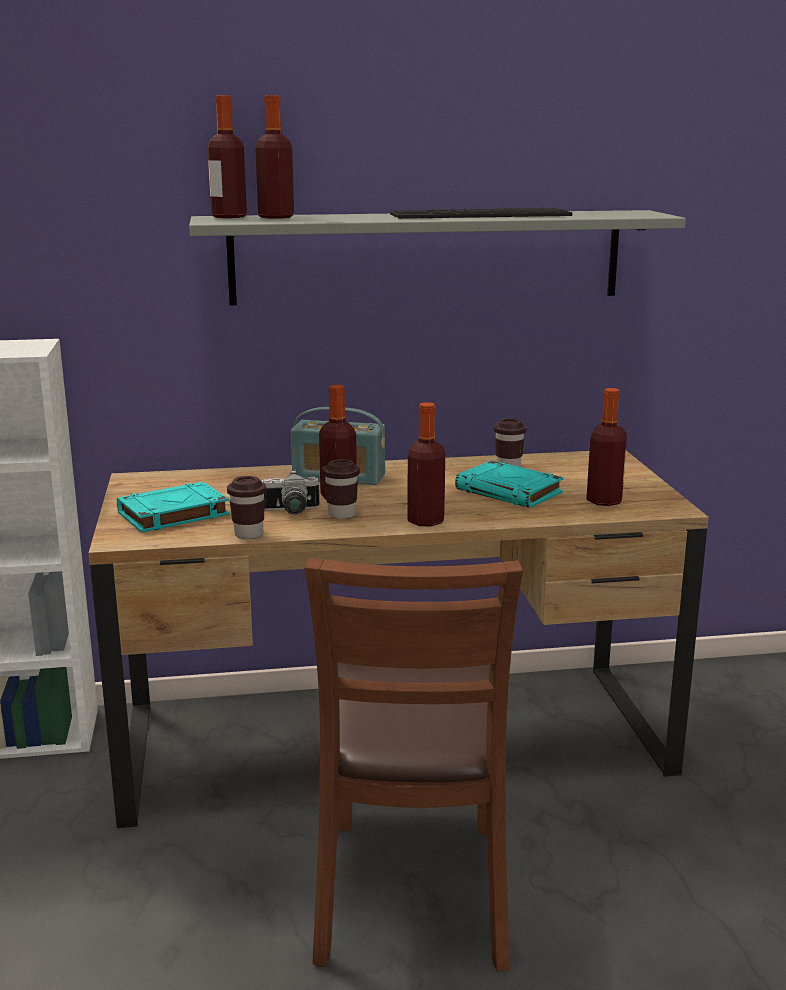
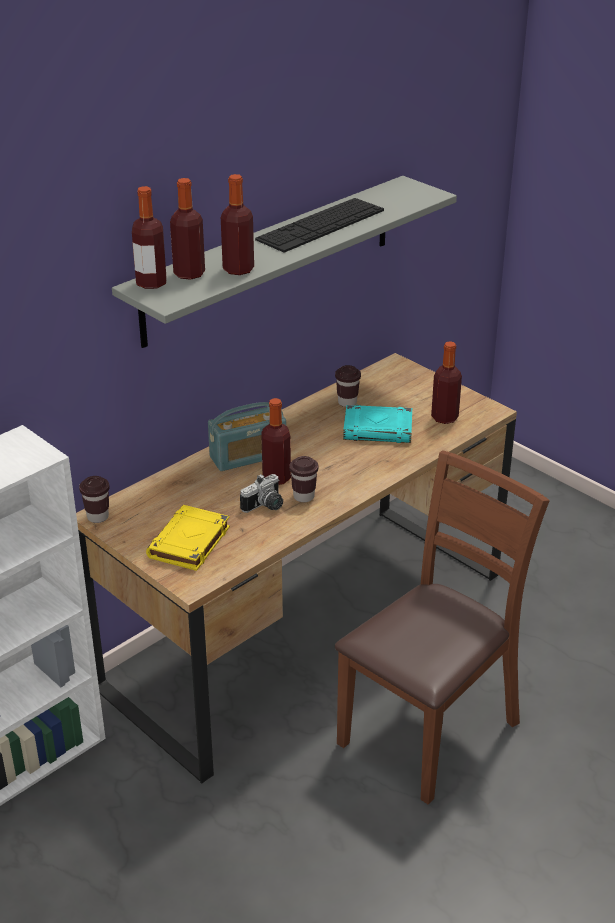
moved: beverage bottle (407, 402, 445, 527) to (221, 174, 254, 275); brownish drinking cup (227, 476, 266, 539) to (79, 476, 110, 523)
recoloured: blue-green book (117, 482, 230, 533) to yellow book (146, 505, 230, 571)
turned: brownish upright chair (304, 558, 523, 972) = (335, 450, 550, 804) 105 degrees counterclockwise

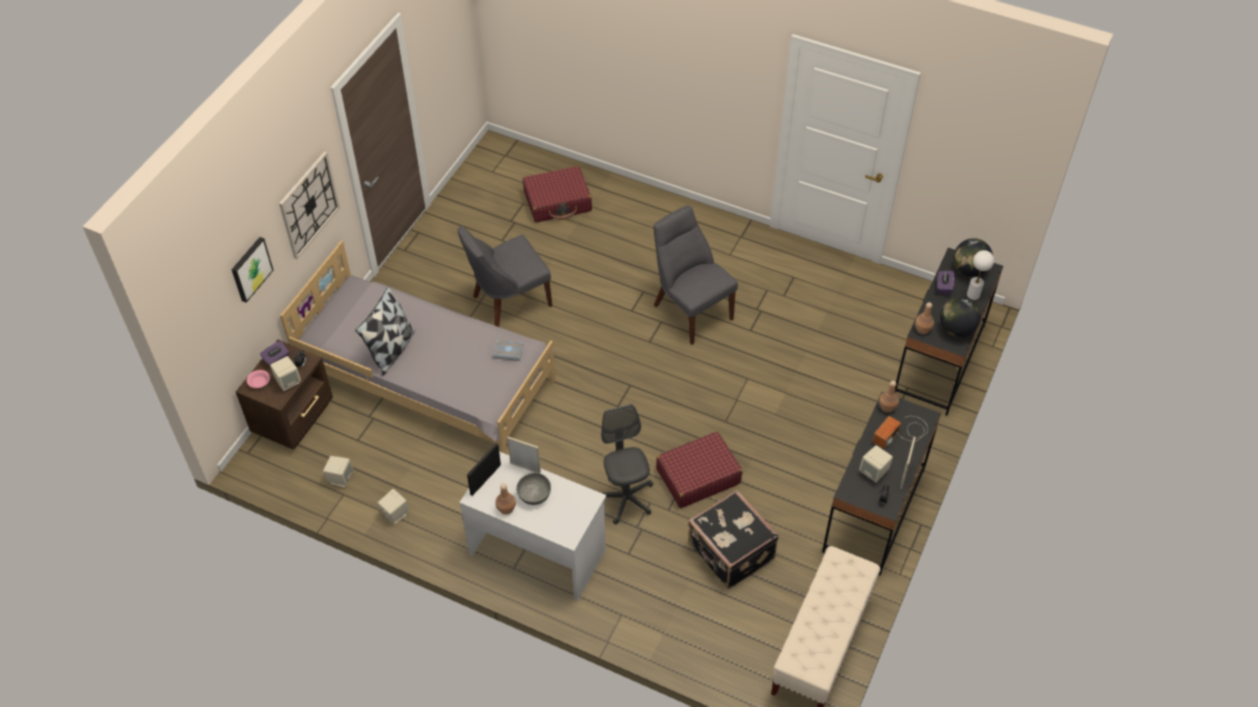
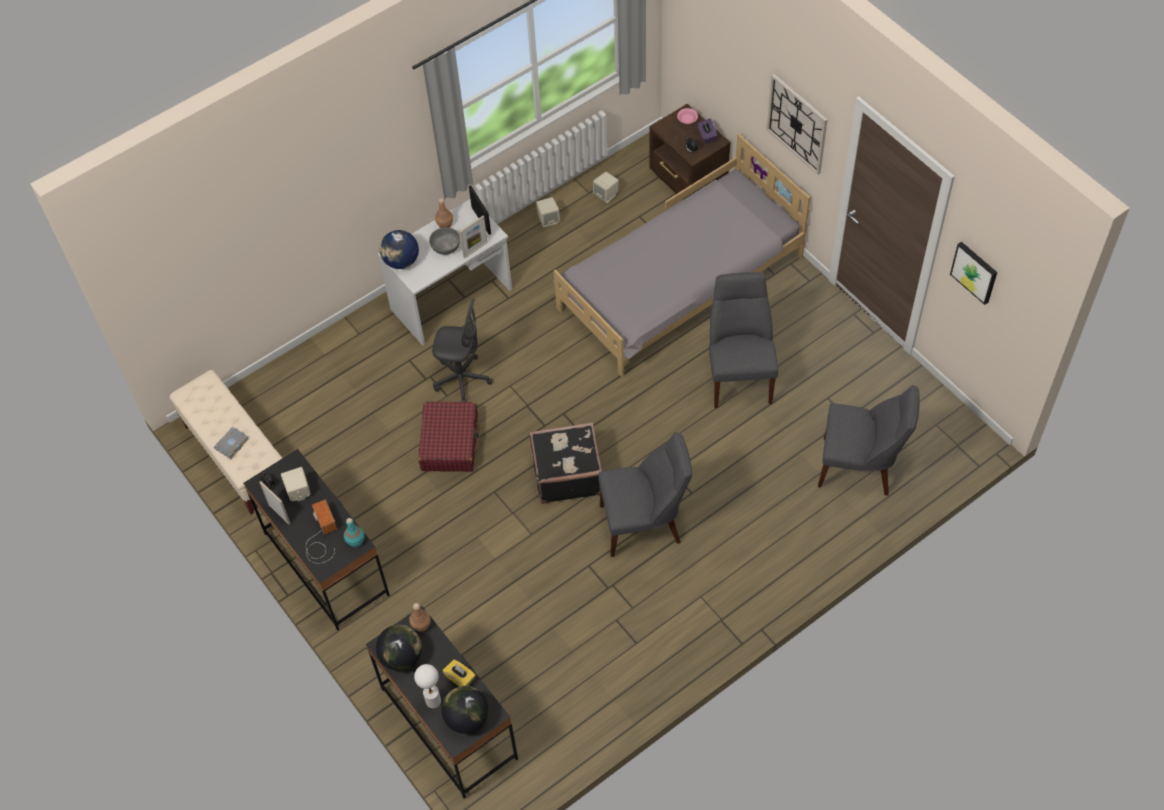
removed: cushion (355, 286, 415, 376); beige-coloured loudspeaker (270, 356, 301, 391)
added: world globe (380, 230, 419, 269)
moved: picture (231, 237, 274, 303) to (950, 242, 997, 305); greyish book (493, 340, 524, 361) to (214, 427, 249, 459); black-coloured travel case (688, 490, 779, 589) to (529, 422, 602, 504)
replaced: reddish travel case (523, 166, 592, 223) to greyish upright chair (818, 385, 919, 495)
recoloured: purple-coloured tissue box (937, 271, 954, 295) to yellow tissue box (443, 659, 476, 687); brownish beverage bottle (879, 381, 899, 412) to blue-green beverage bottle (344, 518, 365, 547)

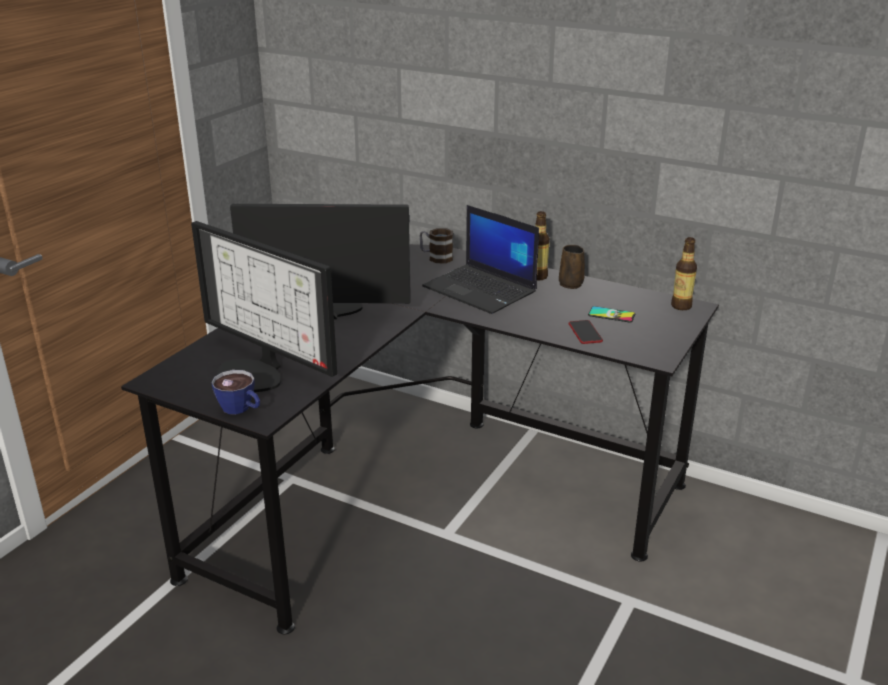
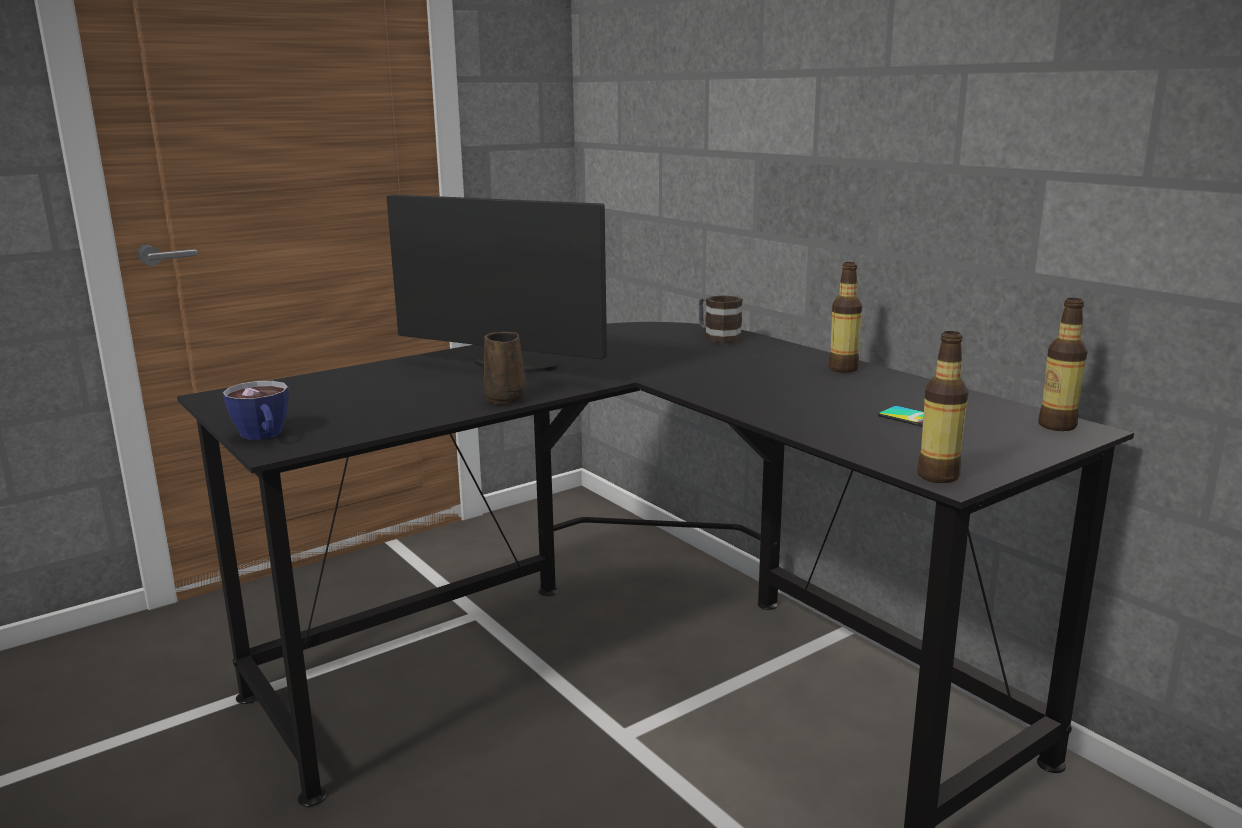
removed: notebook computer (422, 205, 539, 314); computer screen (191, 221, 337, 392); telephone (569, 320, 603, 344)
added: beverage bottle (917, 331, 968, 483)
moved: brownish tea mug (559, 245, 585, 289) to (484, 332, 526, 405)

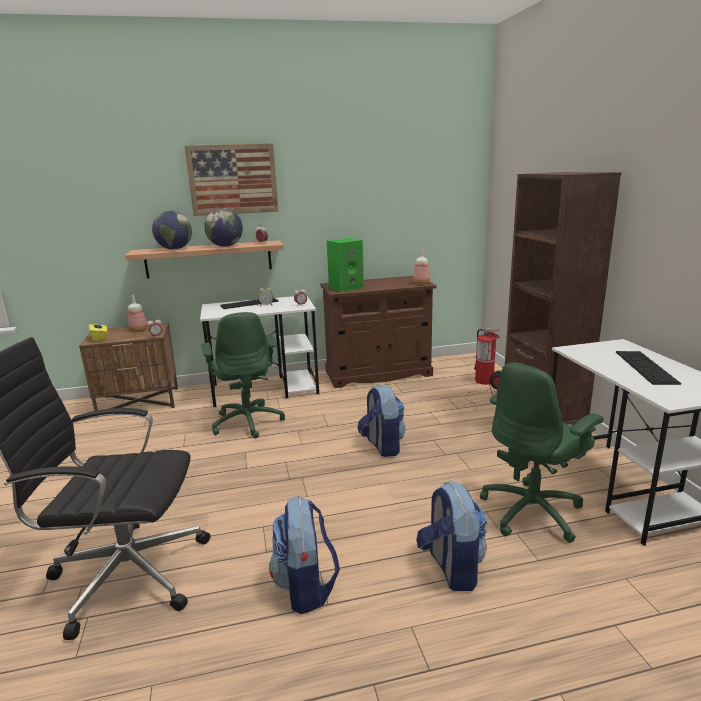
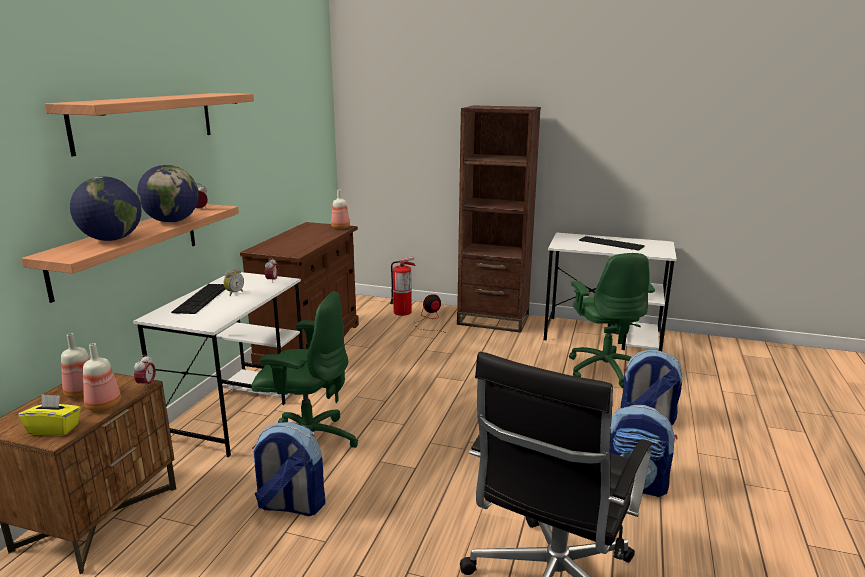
removed: green-coloured loudspeaker (327, 238, 364, 292)
added: beverage bottle (83, 343, 121, 411)
moved: knapsack (357, 384, 405, 457) to (252, 422, 325, 516)
replaced: picture (184, 143, 279, 216) to bracket shelf (45, 93, 254, 156)

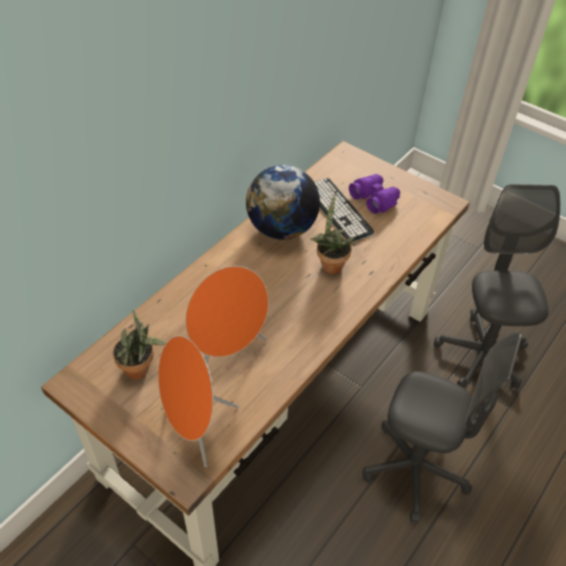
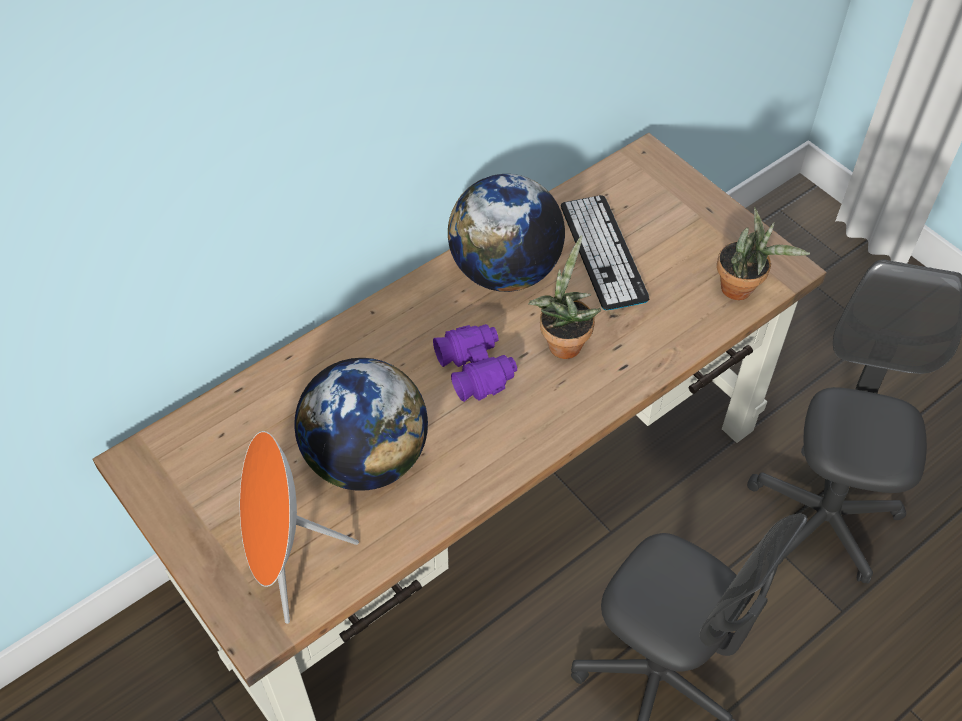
moved: purple-coloured field glasses (349, 174, 400, 214) to (433, 324, 517, 402); houseplant (113, 310, 167, 379) to (717, 207, 810, 300)
replaced: orange-coloured loudspeaker (185, 266, 269, 363) to world globe (294, 358, 428, 491)

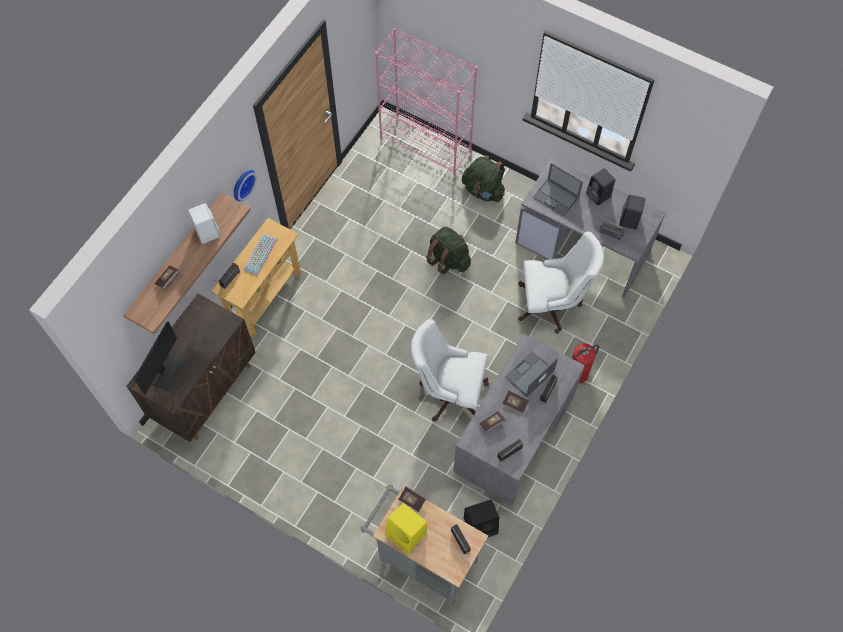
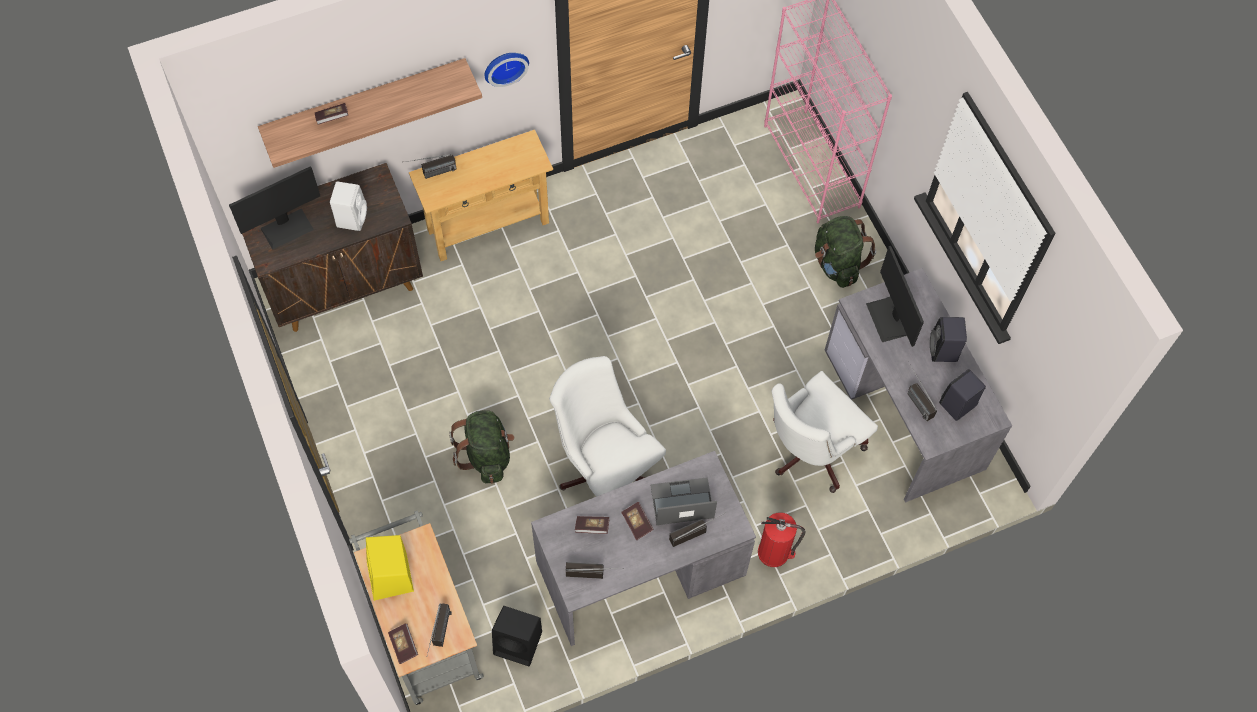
removed: PC keyboard (243, 233, 277, 276)
moved: white loudspeaker (188, 203, 220, 244) to (330, 181, 367, 231); green-coloured knapsack (426, 226, 471, 274) to (449, 410, 514, 484); book (398, 487, 426, 512) to (388, 624, 418, 664)
replaced: notebook computer (533, 163, 583, 216) to computer screen (866, 246, 924, 347)
turned: white office chair (518, 232, 604, 334) = (771, 371, 878, 493) 105 degrees clockwise

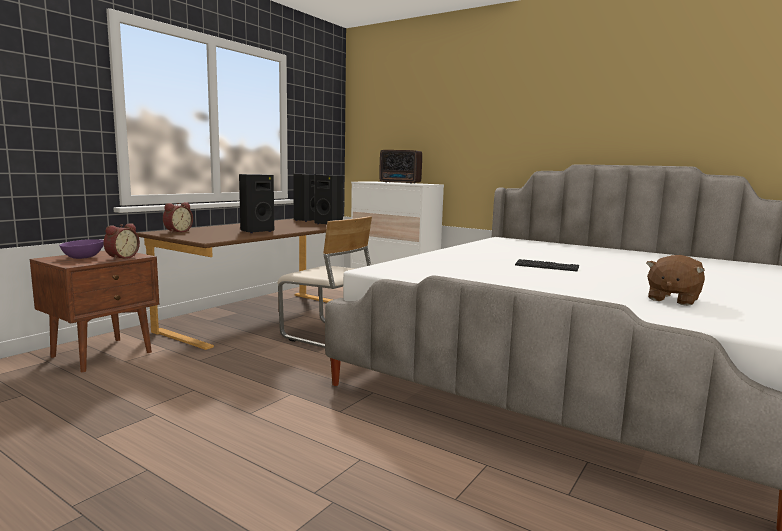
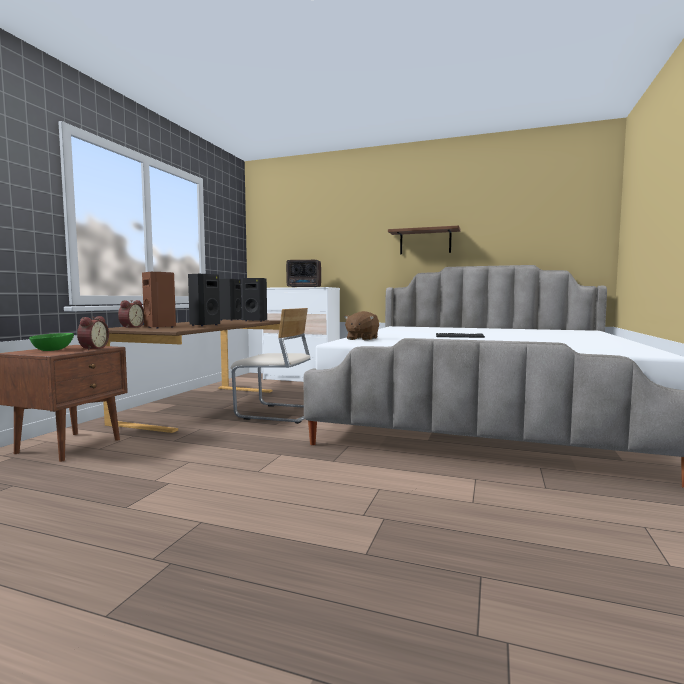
added: brownish bracket shelf (388, 226, 461, 254); brownish loudspeaker (142, 272, 176, 328)
moved: brownish soft toy (646, 255, 705, 306) to (344, 311, 379, 341)
recoloured: purple-coloured deep dish (59, 239, 104, 259) to green-coloured deep dish (29, 333, 74, 351)

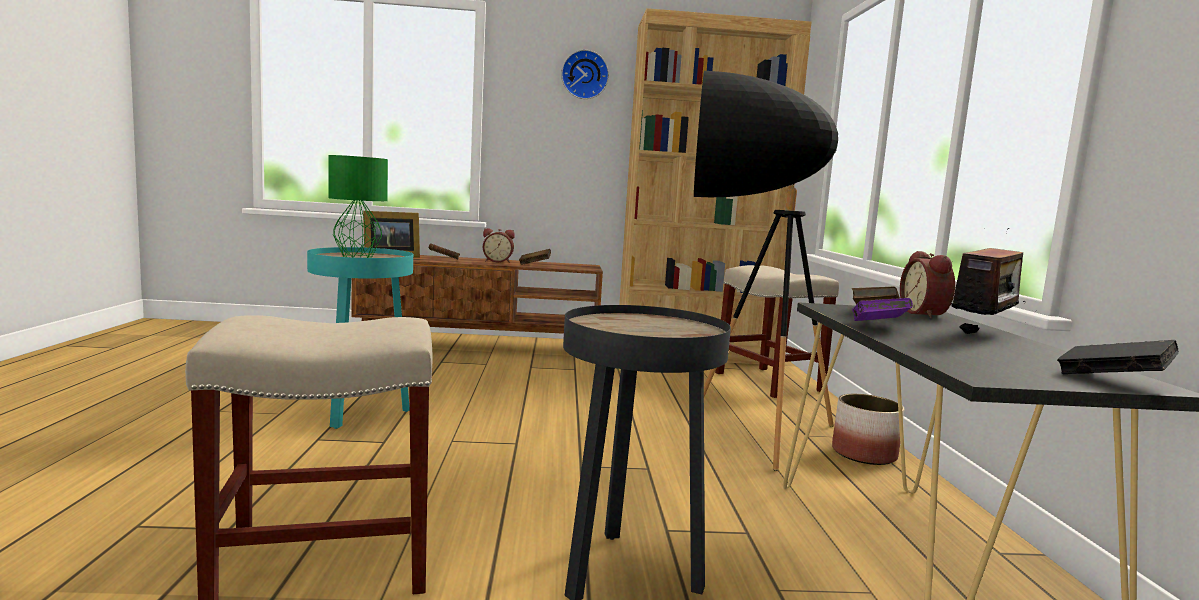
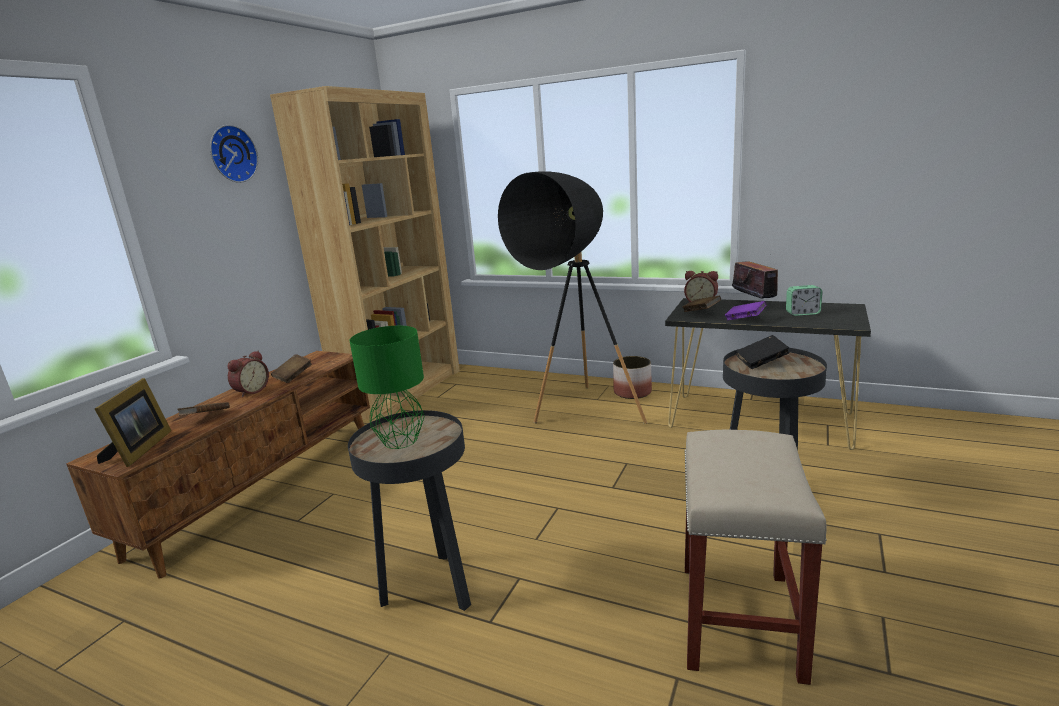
removed: beige-coloured sitting stool (715, 265, 839, 398)
added: table clock (786, 285, 822, 316)
moved: black-coloured book (1057, 340, 1179, 374) to (736, 335, 789, 369)
recoloured: blue-green side table (307, 247, 413, 429) to black-coloured side table (348, 410, 471, 611)

